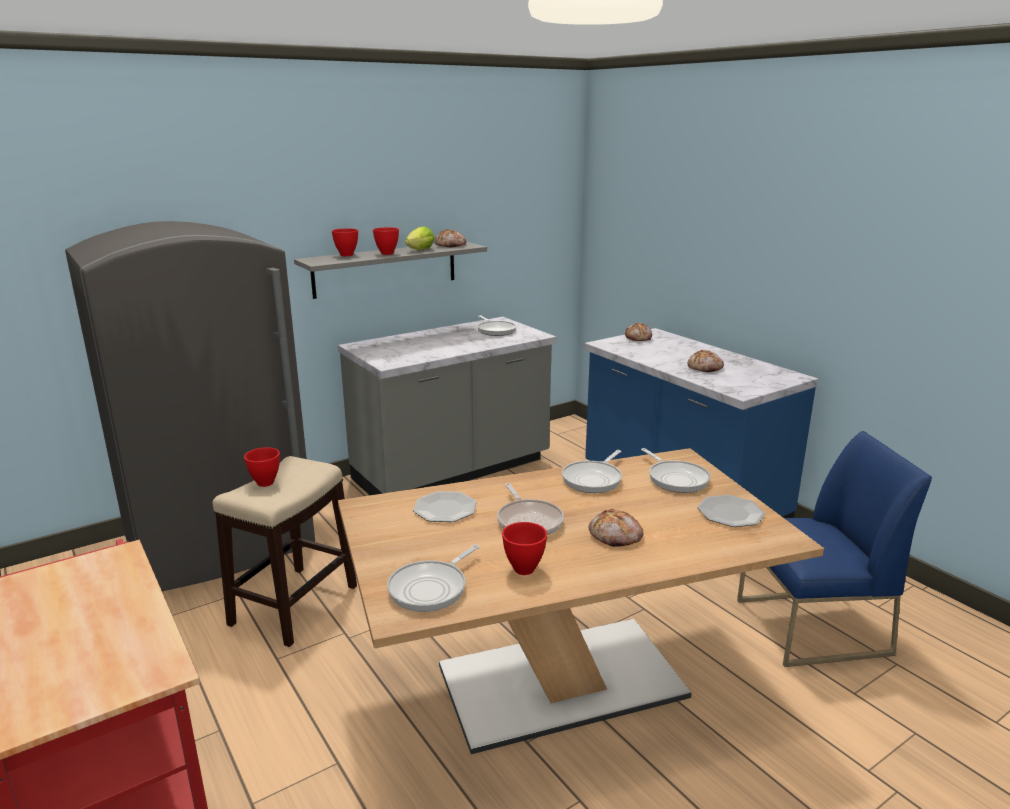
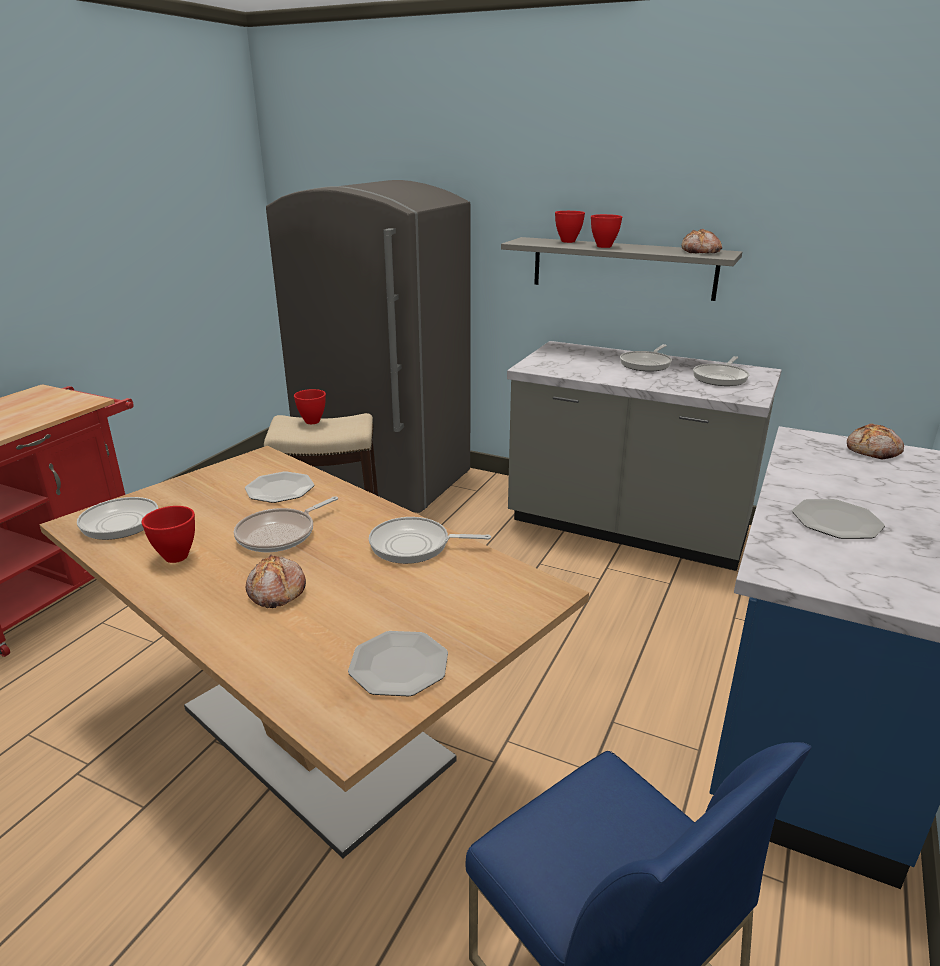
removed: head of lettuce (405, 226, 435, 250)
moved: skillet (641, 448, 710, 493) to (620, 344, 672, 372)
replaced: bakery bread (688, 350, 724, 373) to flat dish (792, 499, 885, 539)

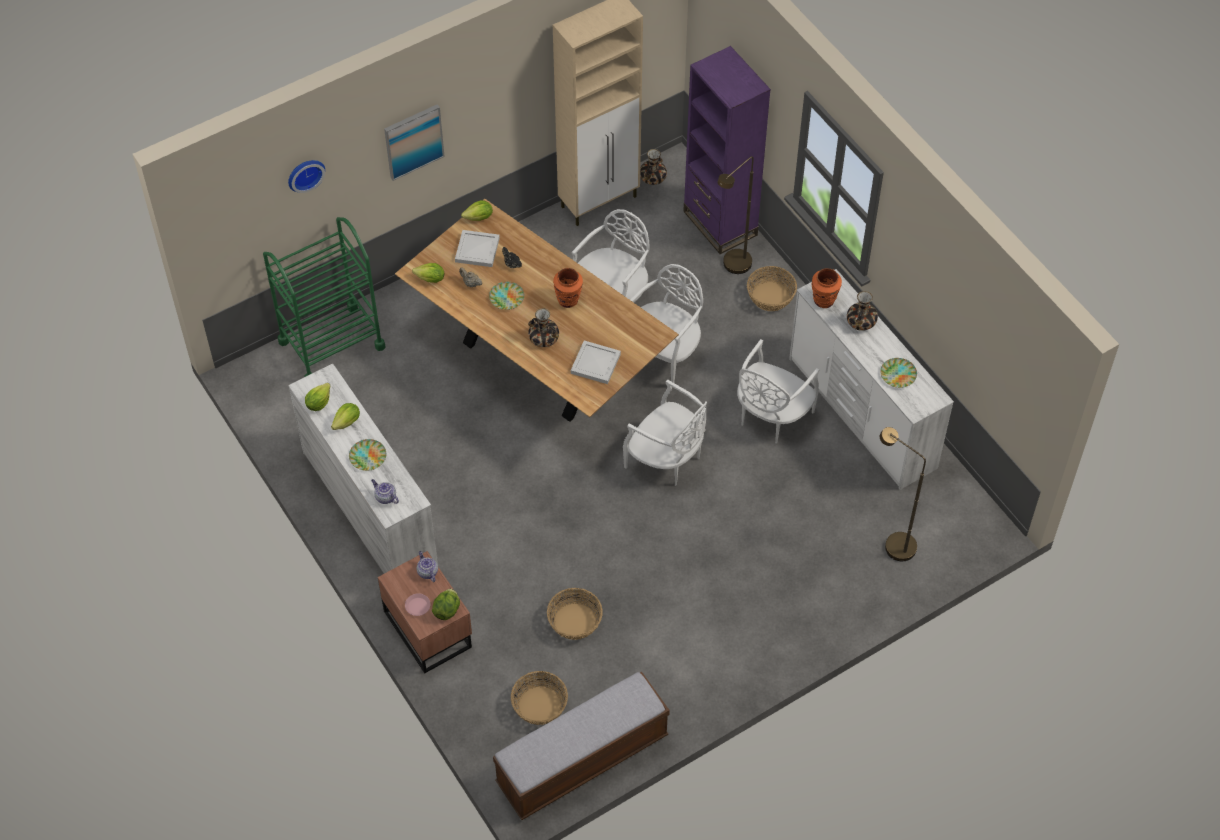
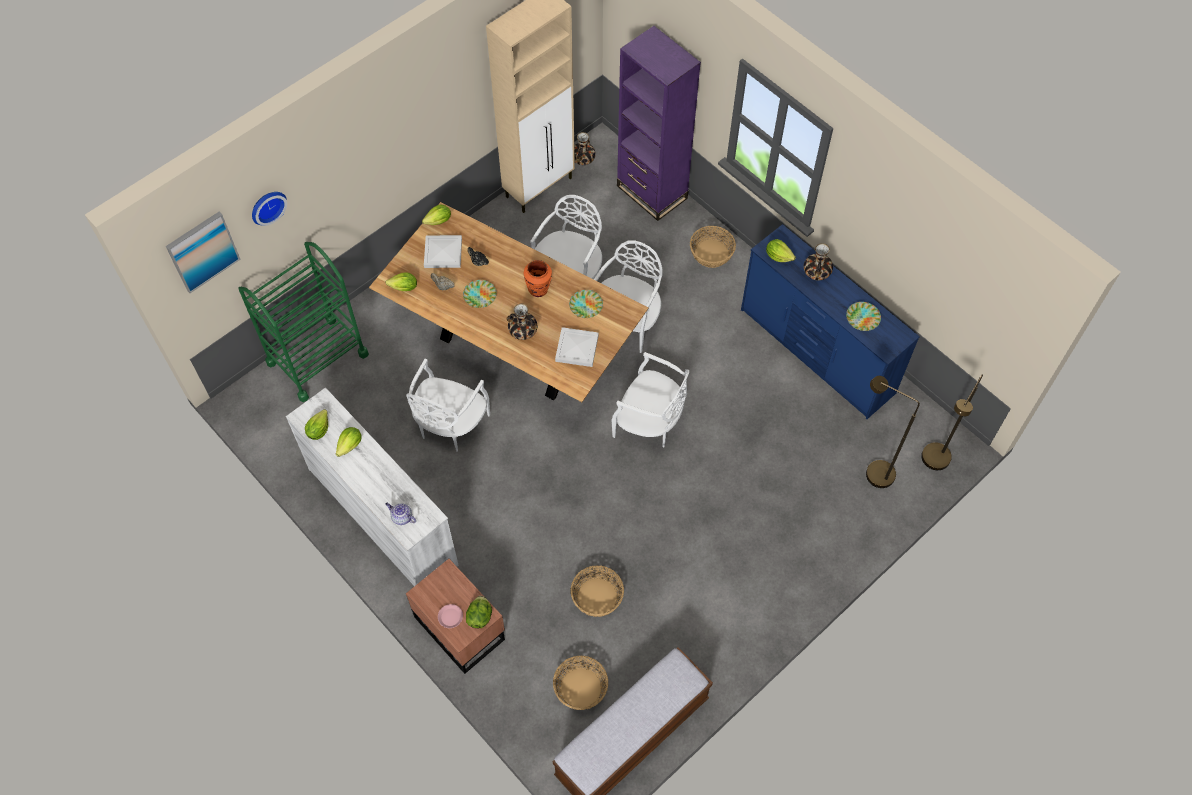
removed: teapot (417, 551, 438, 582)
moved: picture (384, 104, 445, 181) to (166, 212, 241, 293); brownish standard lamp (718, 156, 754, 274) to (921, 374, 983, 470); white upright chair (737, 339, 819, 444) to (406, 359, 490, 452); flat dish (349, 439, 386, 471) to (569, 290, 603, 318)
replaced: orange-coloured vase (812, 268, 842, 308) to head of lettuce (766, 239, 796, 262)
recoloured: white dresser (789, 269, 954, 490) to bluish dresser (741, 224, 920, 419)

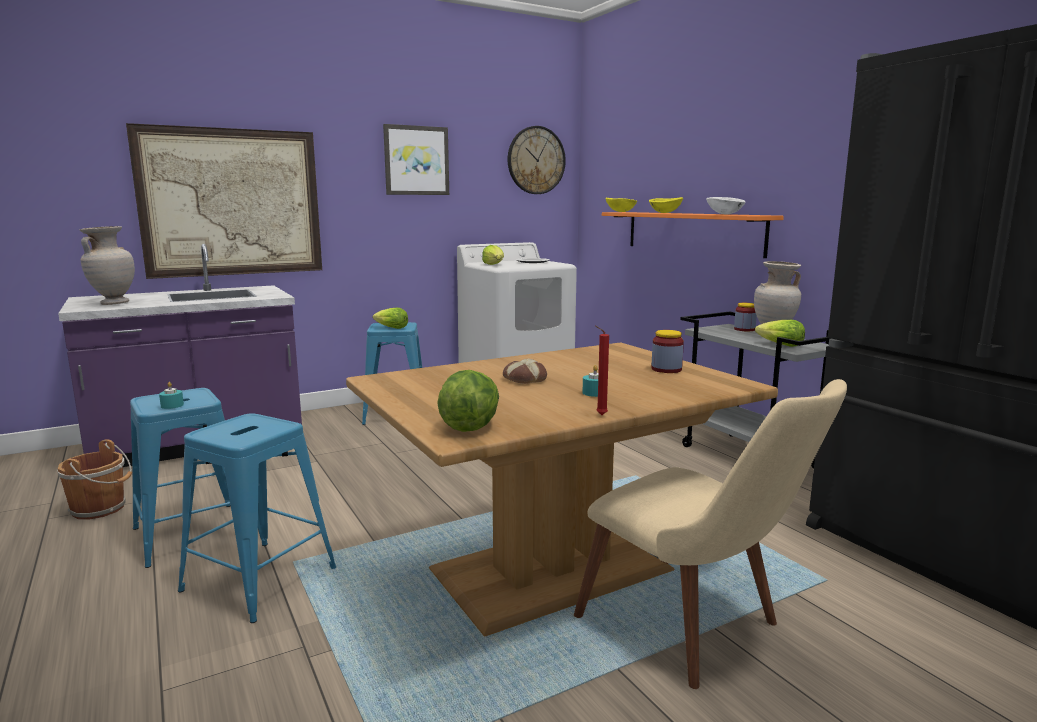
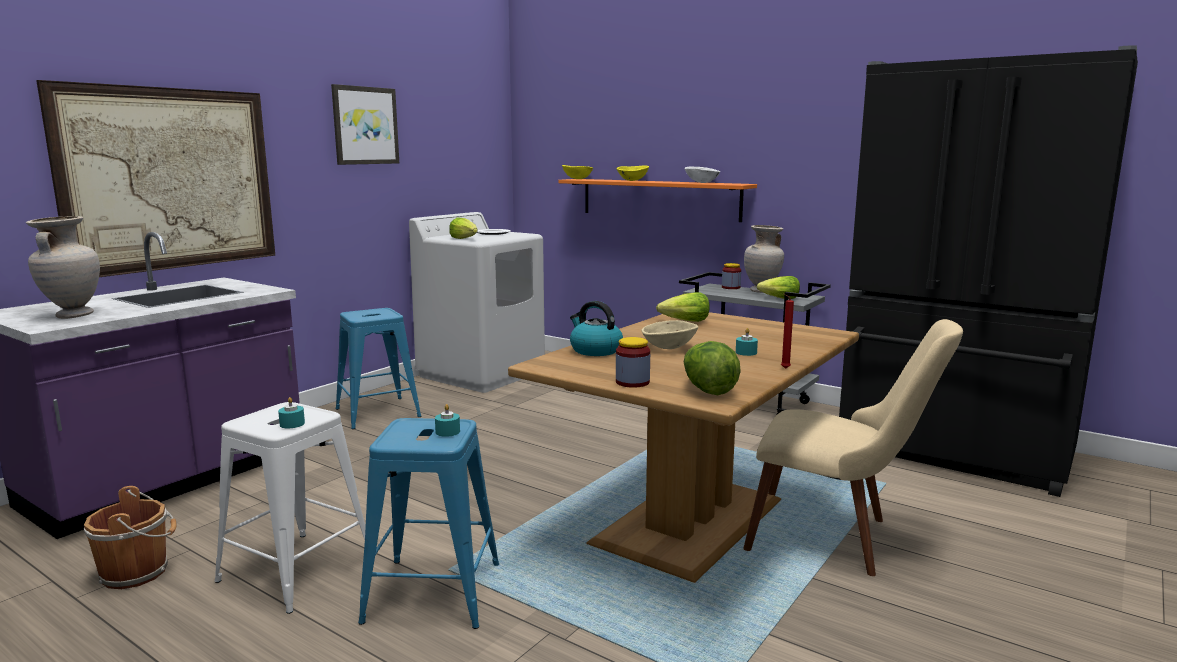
removed: wall clock (508, 126, 566, 194)
added: kettle (570, 301, 623, 356); blue-green candle (435, 404, 460, 437)
moved: head of lettuce (373, 308, 408, 329) to (656, 292, 710, 322); preserve jar (652, 330, 684, 373) to (616, 337, 650, 388)
replaced: bakery bread (503, 359, 547, 384) to beige-coloured deep dish (642, 320, 698, 349)
recoloured: bluish sitting stool (130, 388, 231, 568) to white sitting stool (215, 402, 375, 614)

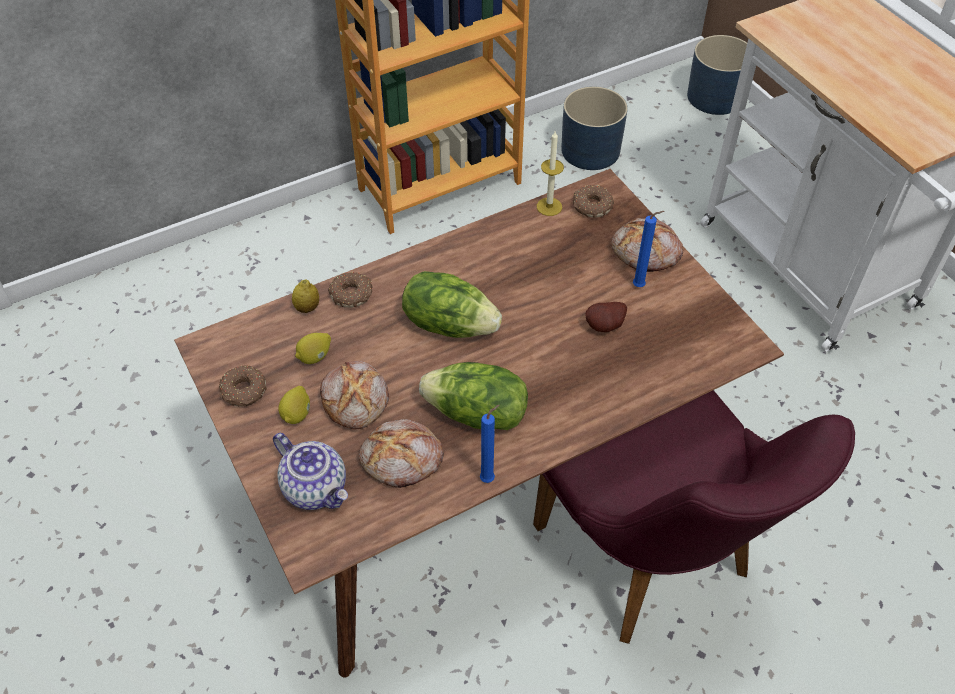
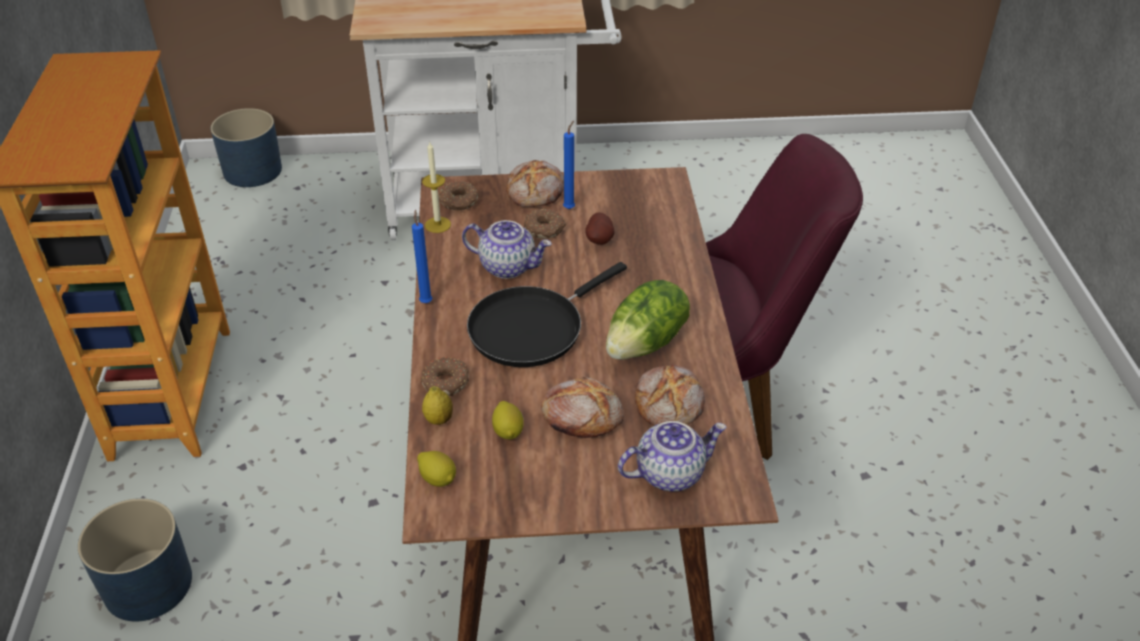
added: teapot (462, 220, 552, 279)
moved: bluish flower pot (561, 86, 628, 170) to (78, 498, 192, 622); ring doughnut (219, 365, 267, 406) to (523, 209, 566, 239); citrus fruit (278, 386, 310, 424) to (417, 451, 456, 487); bluish candle (480, 405, 499, 483) to (412, 210, 432, 303)
replaced: head of lettuce (402, 271, 502, 338) to black-coloured skillet (467, 262, 627, 367)

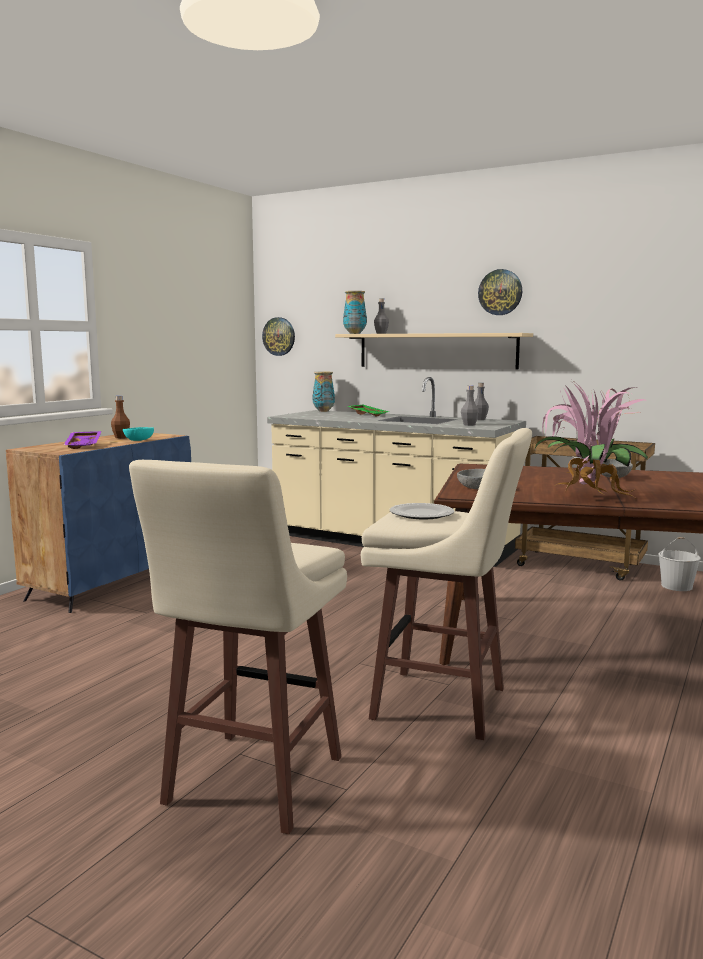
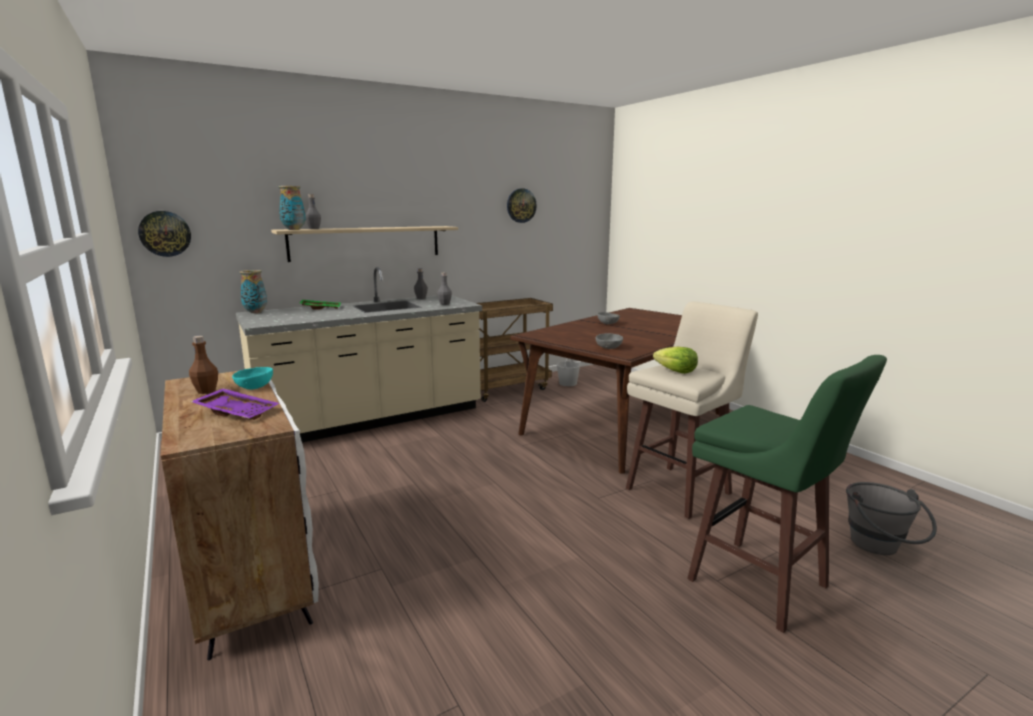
removed: houseplant (535, 380, 648, 498)
added: greyish bucket (846, 482, 937, 555)
moved: wall clock (478, 269, 522, 315) to (507, 189, 537, 223)
replaced: flat dish (390, 503, 455, 519) to head of lettuce (653, 347, 698, 374)
recoloured: bluish cupboard (6, 433, 191, 613) to white cupboard (161, 371, 319, 660); beige-coloured sitting stool (129, 460, 347, 834) to green-coloured sitting stool (687, 355, 887, 633)

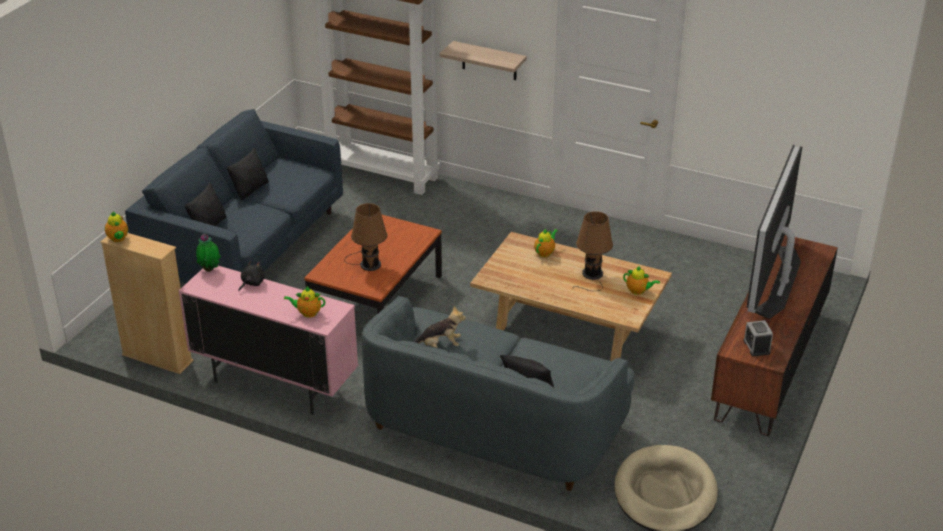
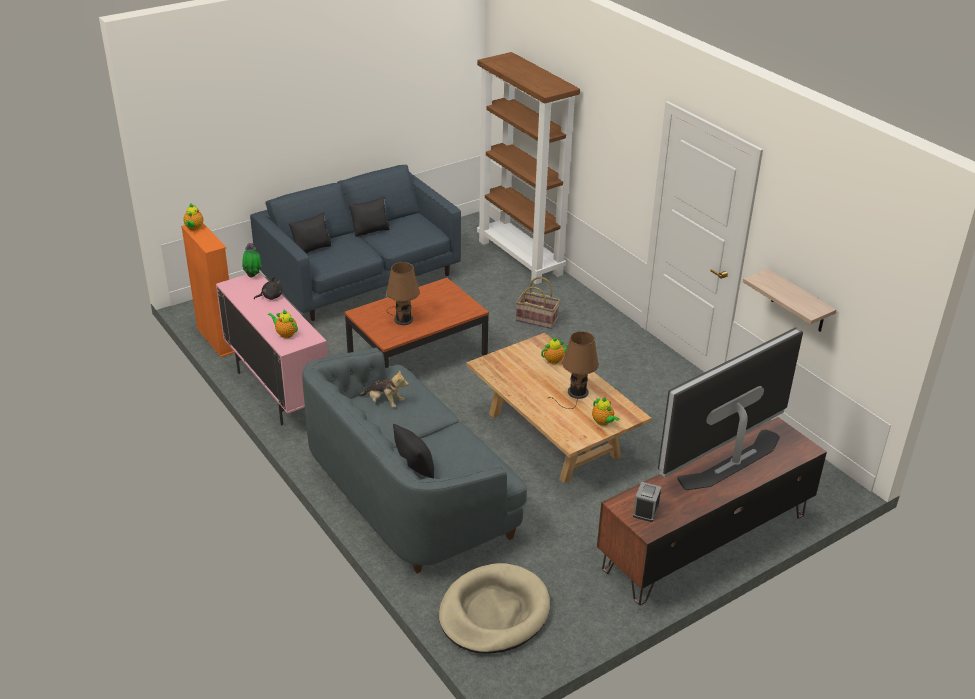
added: basket (516, 277, 560, 329)
moved: bracket shelf (440, 41, 527, 80) to (743, 269, 836, 332)
recoloured: beige-coloured shelving unit (100, 233, 194, 374) to orange-coloured shelving unit (181, 223, 235, 357)

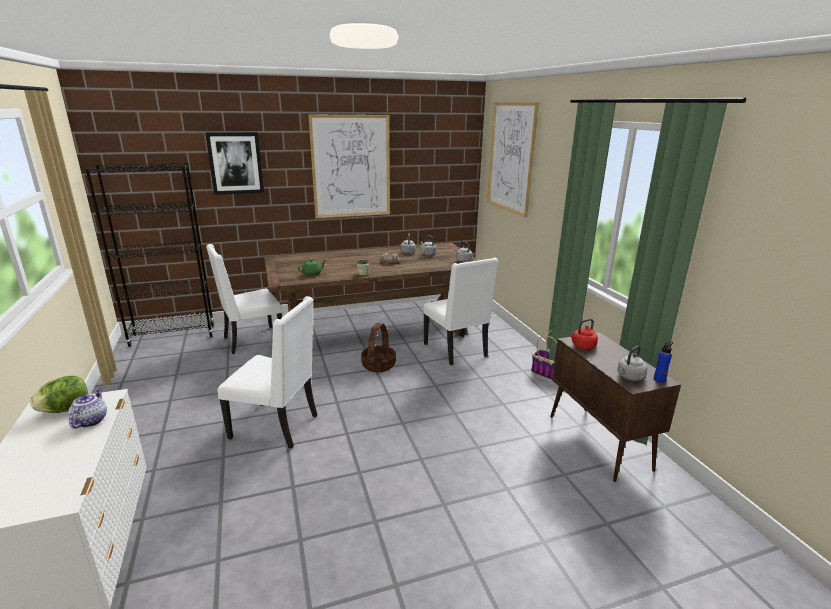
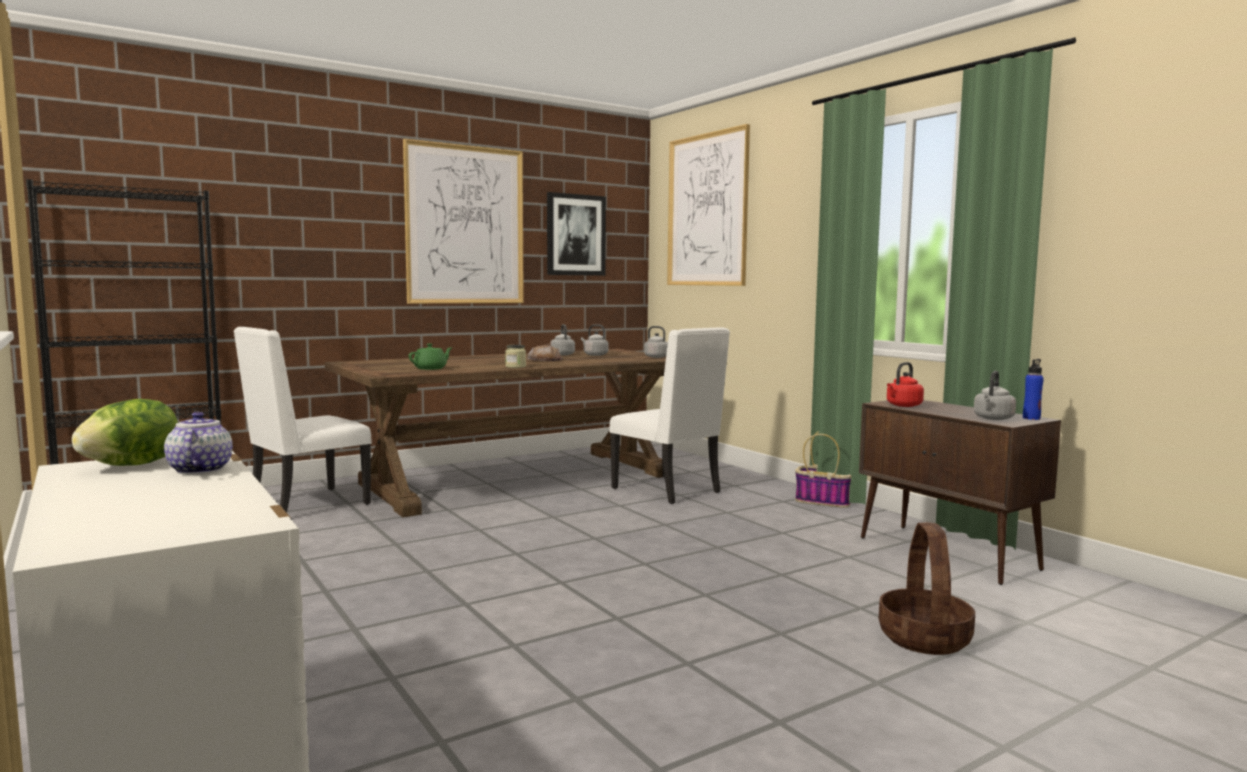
removed: white upright chair (218, 296, 317, 449)
moved: picture (206, 132, 264, 195) to (547, 192, 606, 276); basket (361, 323, 396, 372) to (879, 522, 975, 655)

